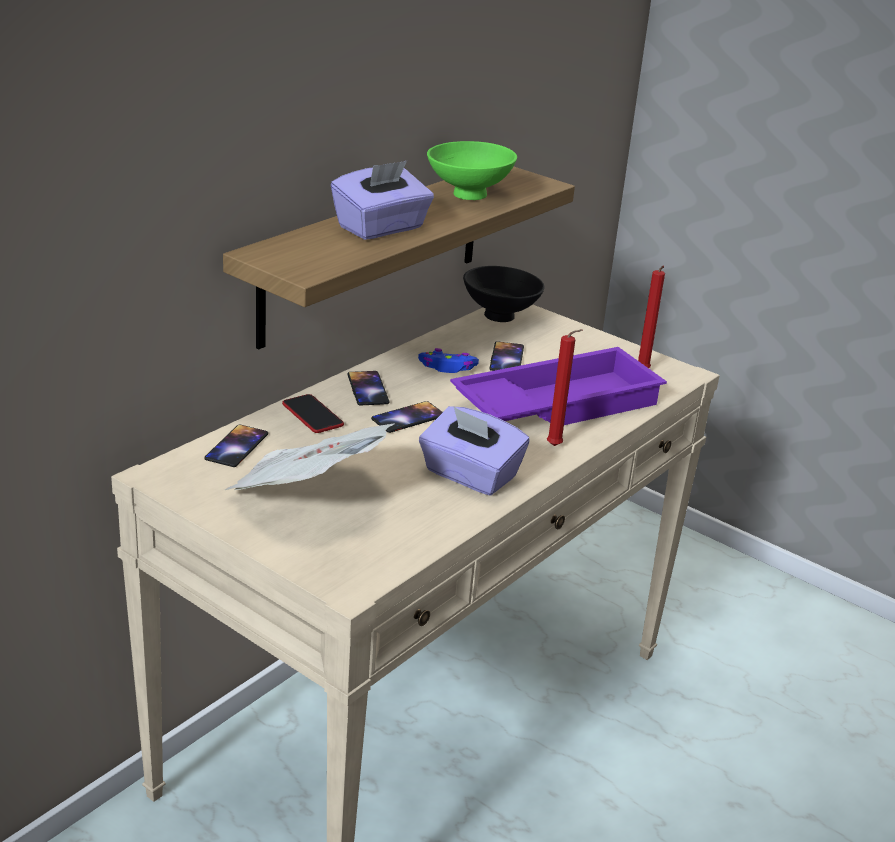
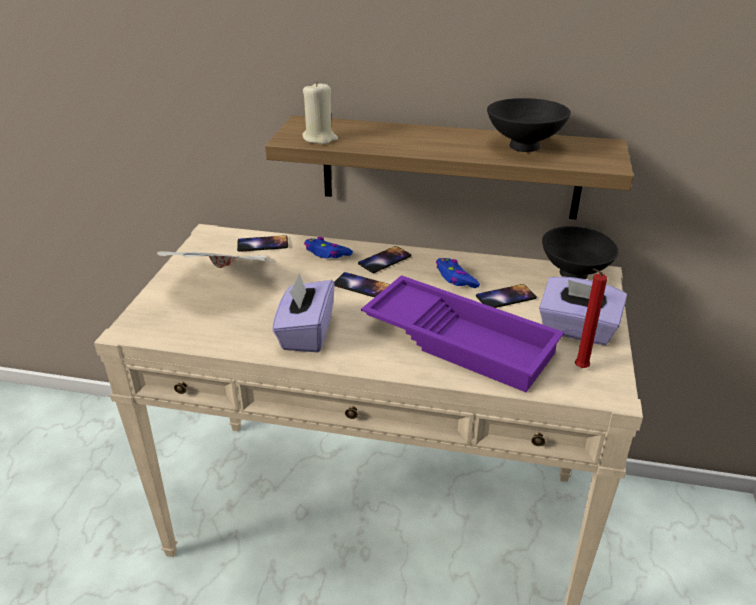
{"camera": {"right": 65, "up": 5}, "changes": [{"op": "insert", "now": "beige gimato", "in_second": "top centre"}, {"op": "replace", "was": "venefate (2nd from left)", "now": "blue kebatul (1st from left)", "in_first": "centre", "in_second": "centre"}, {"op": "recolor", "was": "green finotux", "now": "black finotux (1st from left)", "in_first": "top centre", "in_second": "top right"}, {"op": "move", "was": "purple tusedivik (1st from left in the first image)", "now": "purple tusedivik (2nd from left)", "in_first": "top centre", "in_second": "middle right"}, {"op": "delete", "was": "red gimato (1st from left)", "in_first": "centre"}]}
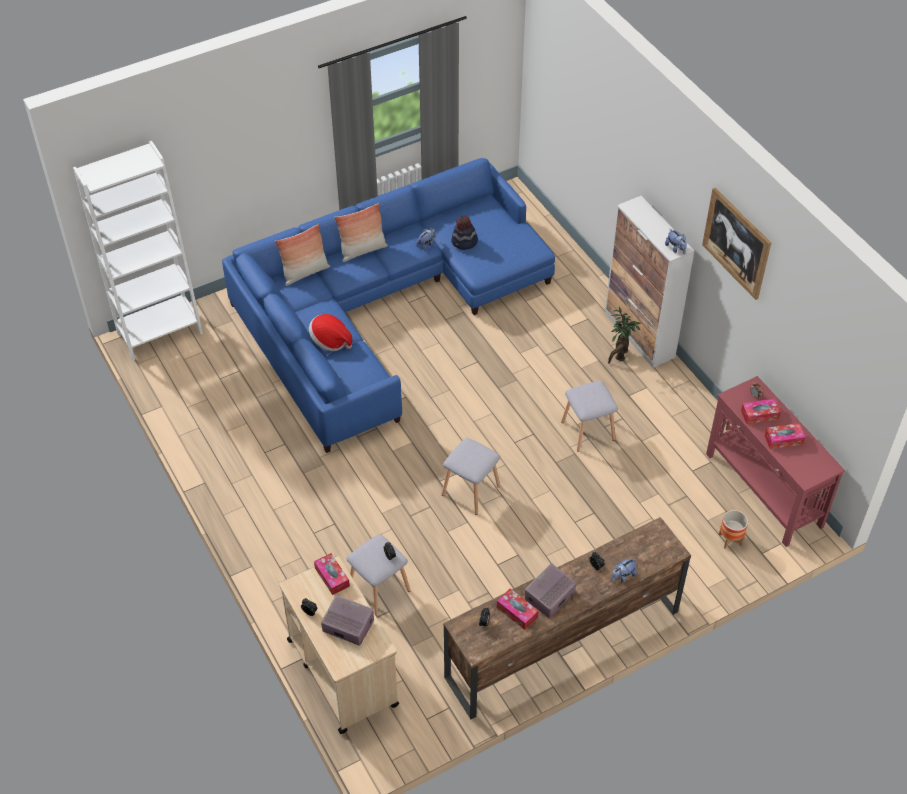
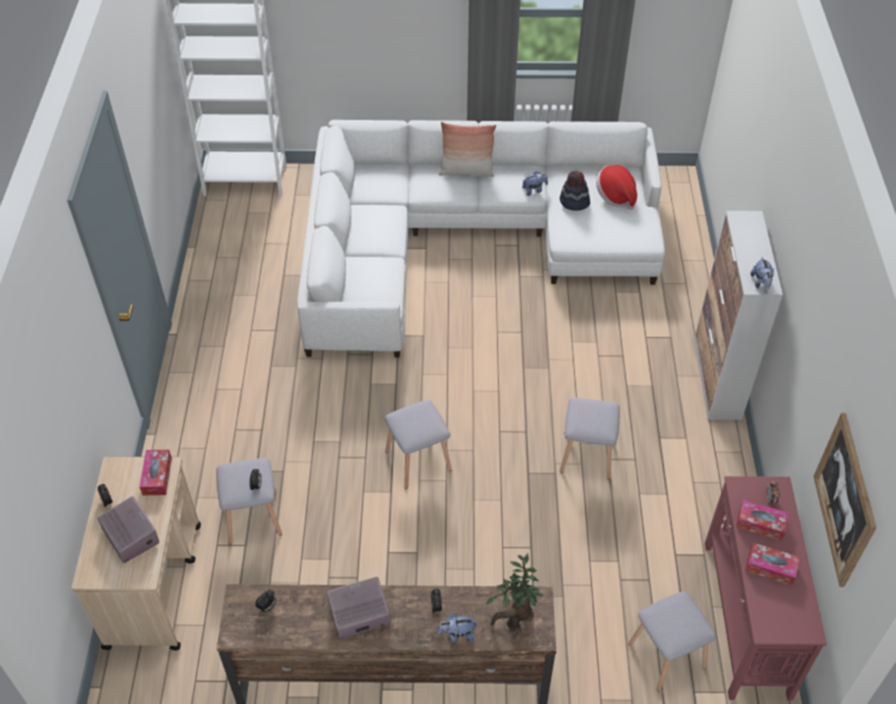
{"camera": {"right": 30, "up": 0}, "changes": [{"op": "recolor", "was": "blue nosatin", "now": "white nosatin", "in_first": "centre", "in_second": "centre"}, {"op": "move", "was": "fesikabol", "in_first": "middle right", "in_second": "bottom centre"}, {"op": "move", "was": "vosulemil (1st from left in the first image)", "now": "vosulemil (2nd from left)", "in_first": "centre", "in_second": "top right"}, {"op": "replace", "was": "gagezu", "now": "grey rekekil (4th from left)", "in_first": "middle right", "in_second": "bottom right"}, {"op": "move", "was": "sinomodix", "in_first": "top right", "in_second": "bottom right"}, {"op": "delete", "was": "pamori (1st from left)", "in_first": "top left"}, {"op": "delete", "was": "tusedivik (2nd from left)", "in_first": "bottom centre"}]}
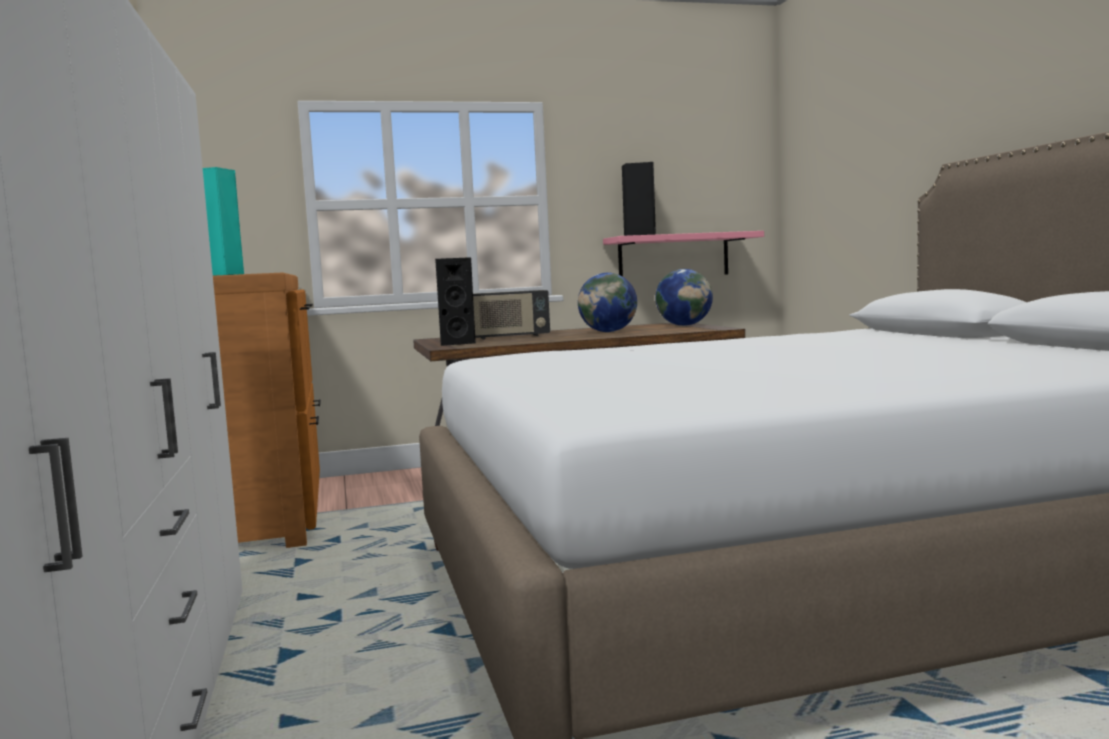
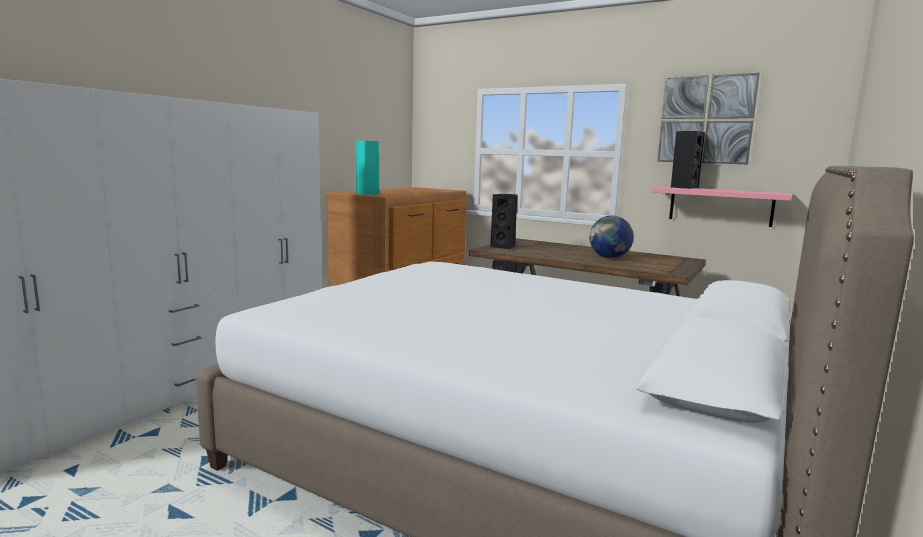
{"camera": {"right": 45, "up": 5}, "changes": [{"op": "insert", "now": "sinomodix", "in_second": "top right"}, {"op": "delete", "was": "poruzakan", "in_first": "centre"}, {"op": "delete", "was": "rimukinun (2nd from left)", "in_first": "centre"}]}
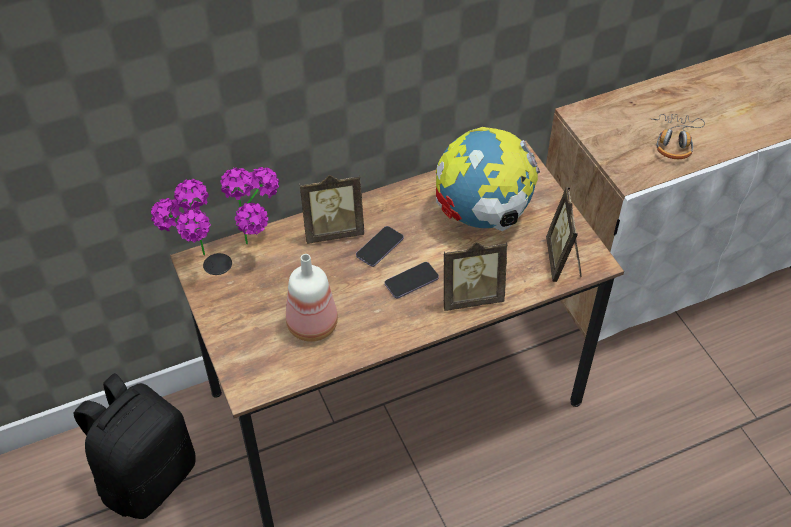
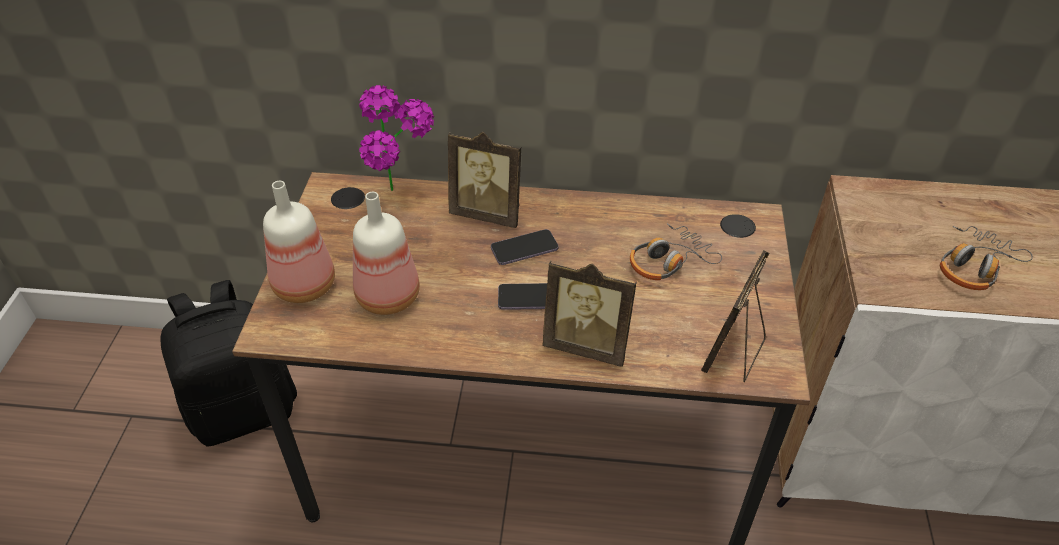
{"camera": {"right": 30, "up": -5}, "changes": [{"op": "insert", "now": "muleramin (1st from left)", "in_second": "middle left"}, {"op": "replace", "was": "rimukinun", "now": "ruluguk (1st from left)", "in_first": "centre", "in_second": "centre"}, {"op": "delete", "was": "fesikabol (1st from left)", "in_first": "middle left"}]}
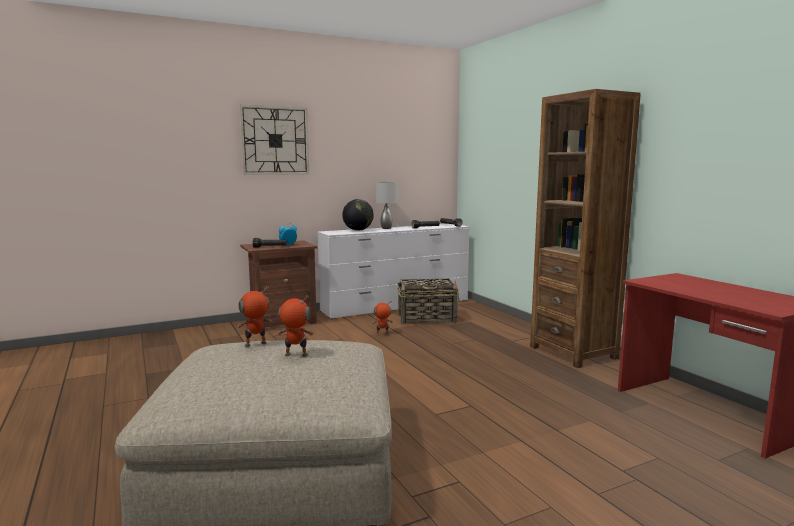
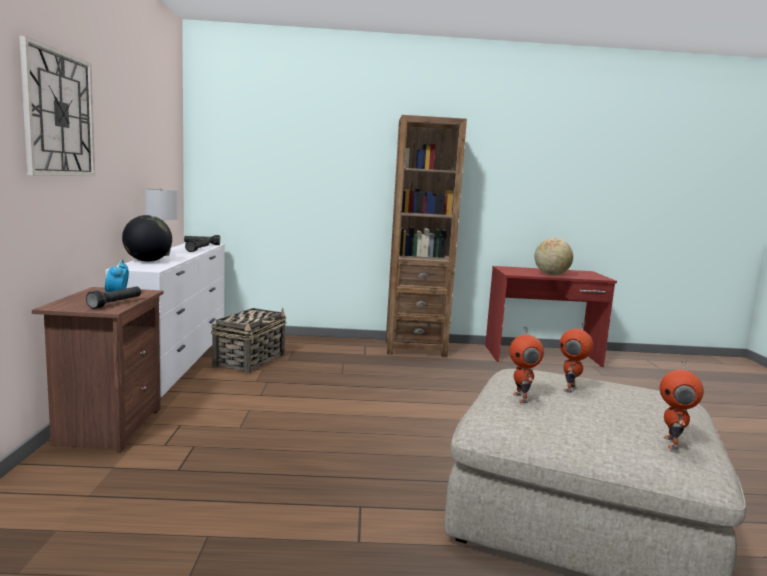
{"camera": {"right": -65, "up": 0}, "changes": [{"op": "insert", "now": "rimukinun (2nd from left)", "in_second": "middle right"}, {"op": "move", "was": "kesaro (3rd from left)", "in_first": "centre", "in_second": "bottom right"}]}
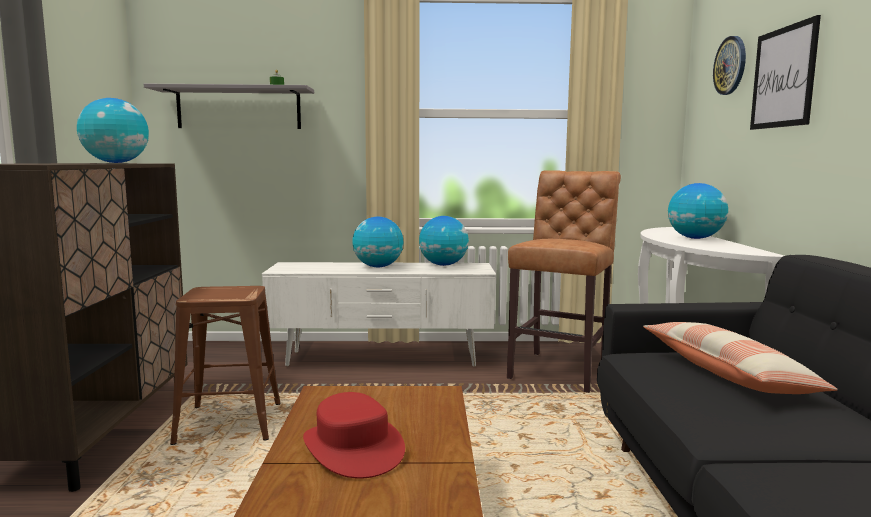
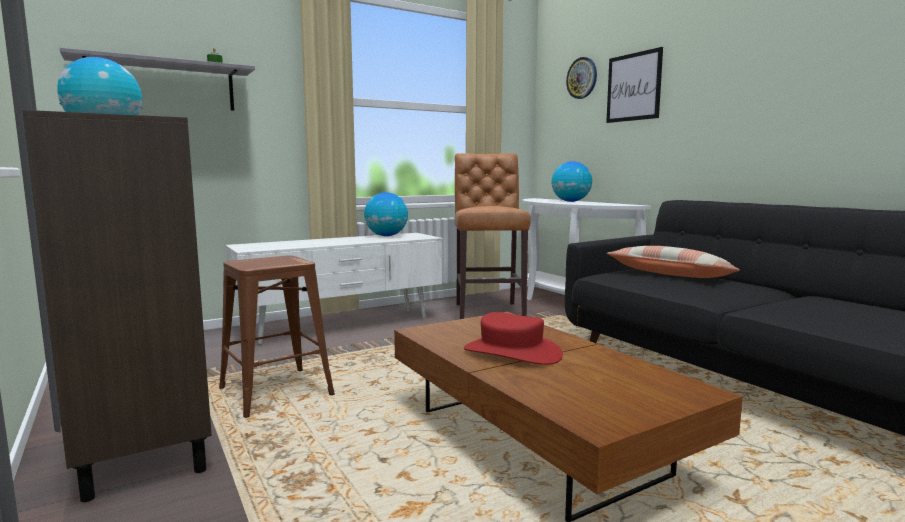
{"camera": {"right": -30, "up": 0}, "changes": [{"op": "delete", "was": "rimukinun (2nd from left)", "in_first": "centre"}]}
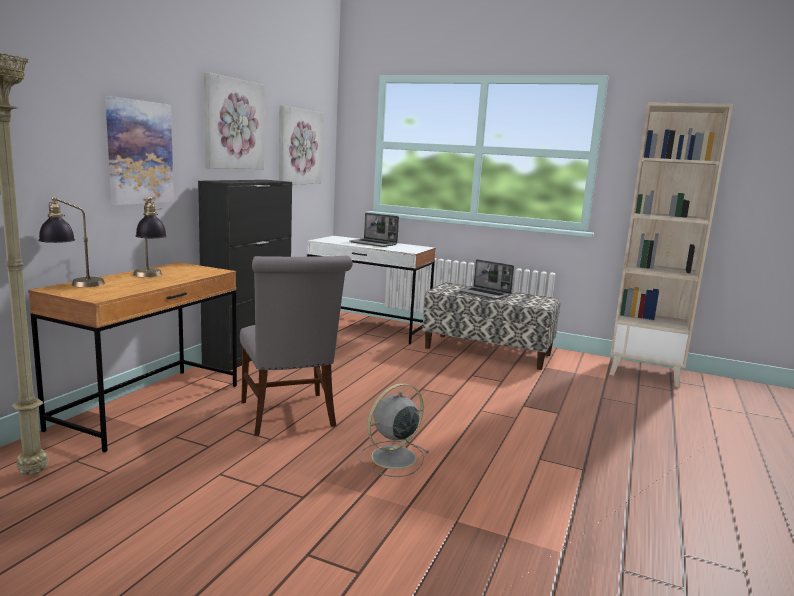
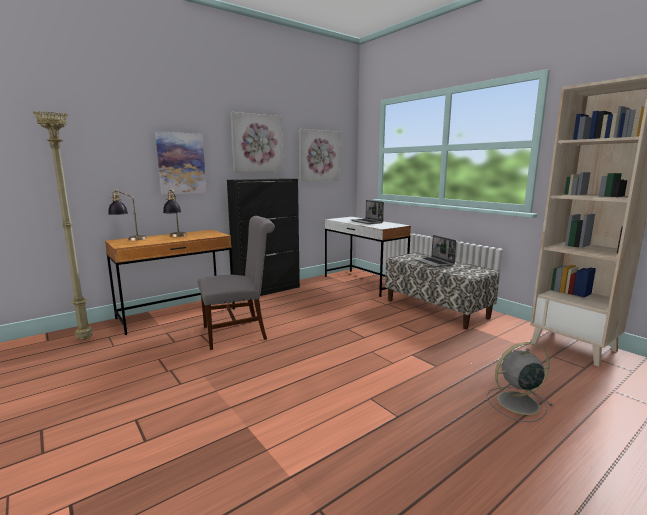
{"camera": {"right": 30, "up": 0}, "changes": [{"op": "rotate", "was": "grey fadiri", "in_first": "centre", "in_second": "centre", "clockwise": -120}, {"op": "move", "was": "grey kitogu", "in_first": "bottom centre", "in_second": "bottom right"}]}
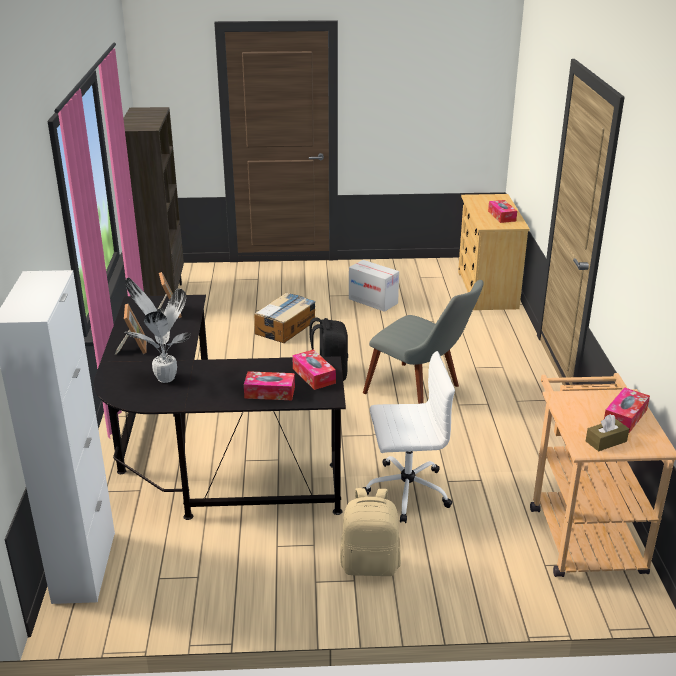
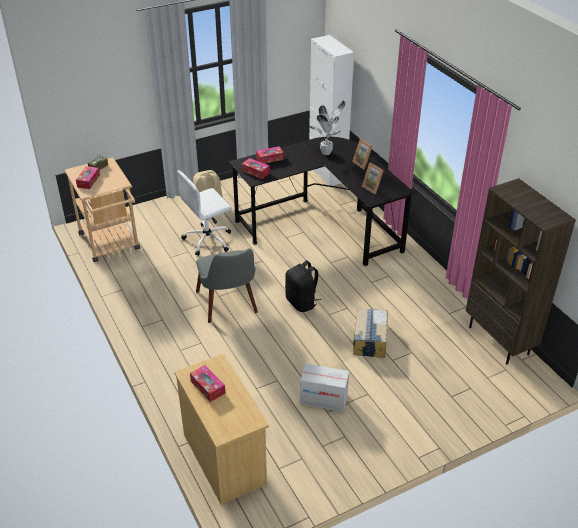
{"camera": {"right": 155, "up": 10}, "changes": [{"op": "rotate", "was": "grey fadiri", "in_first": "centre", "in_second": "centre", "clockwise": -120}]}
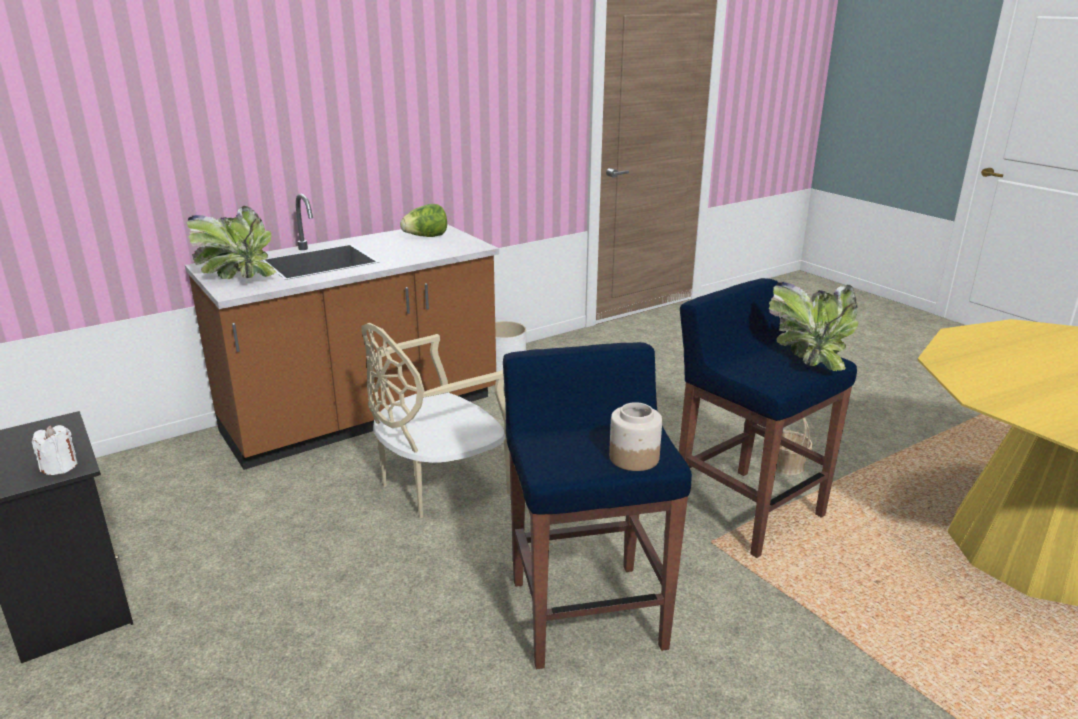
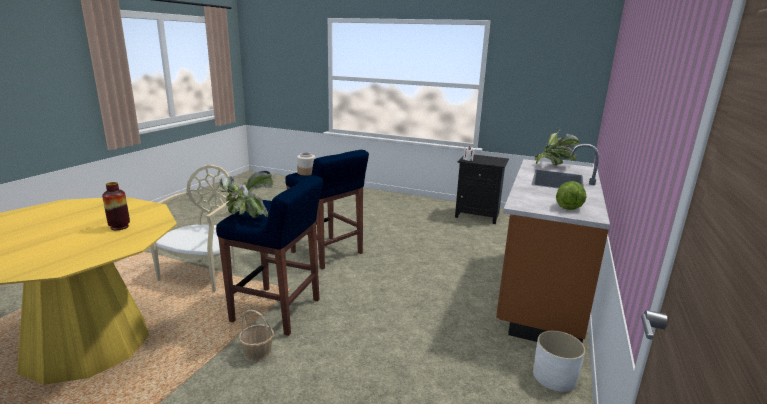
{"camera": {"right": 145, "up": -5}, "changes": [{"op": "insert", "now": "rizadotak", "in_second": "middle left"}, {"op": "move", "was": "beige fadiri", "in_first": "centre", "in_second": "middle left"}]}
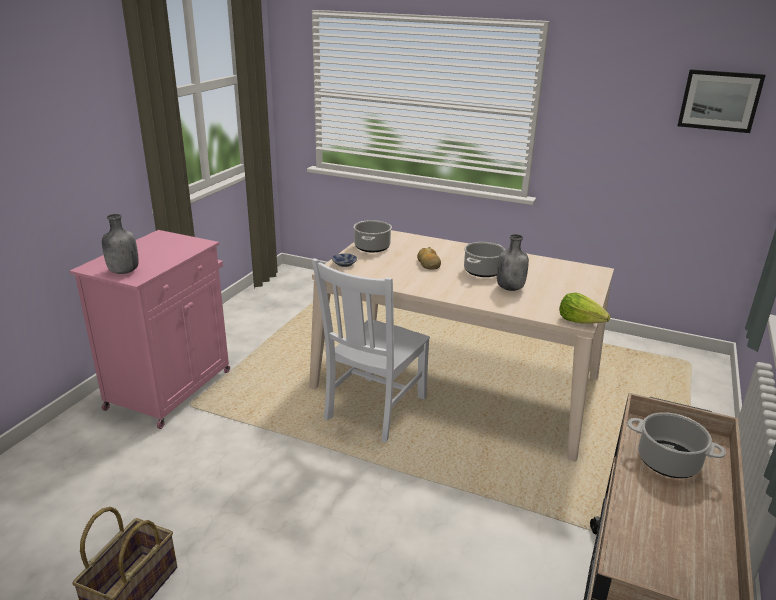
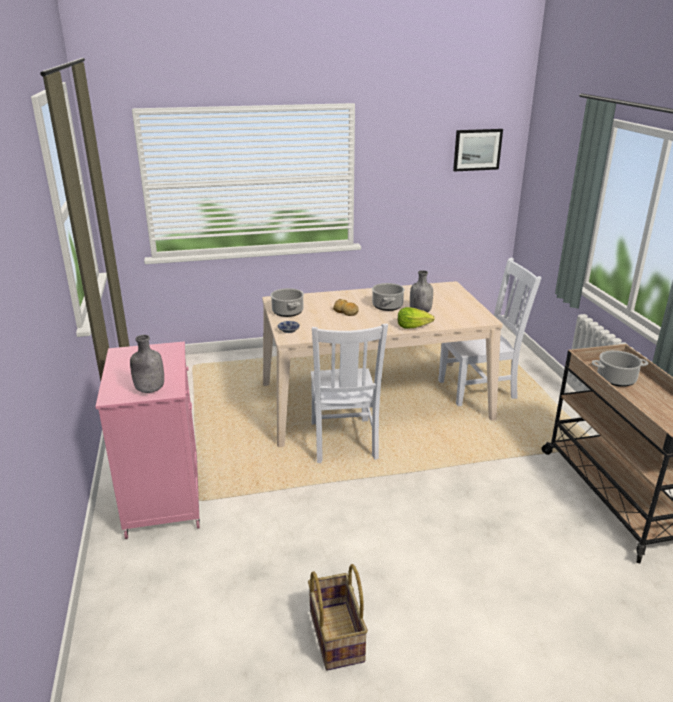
{"camera": {"right": -35, "up": 0}, "changes": [{"op": "move", "was": "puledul", "in_first": "middle right", "in_second": "centre"}, {"op": "insert", "now": "white fadiri (2nd from left)", "in_second": "middle right"}]}
